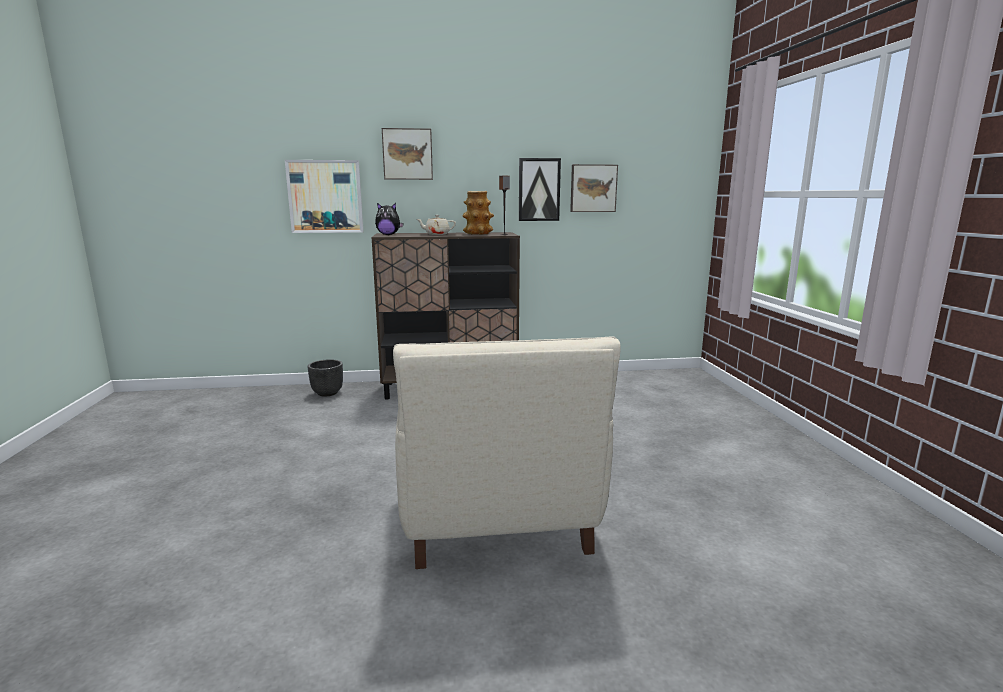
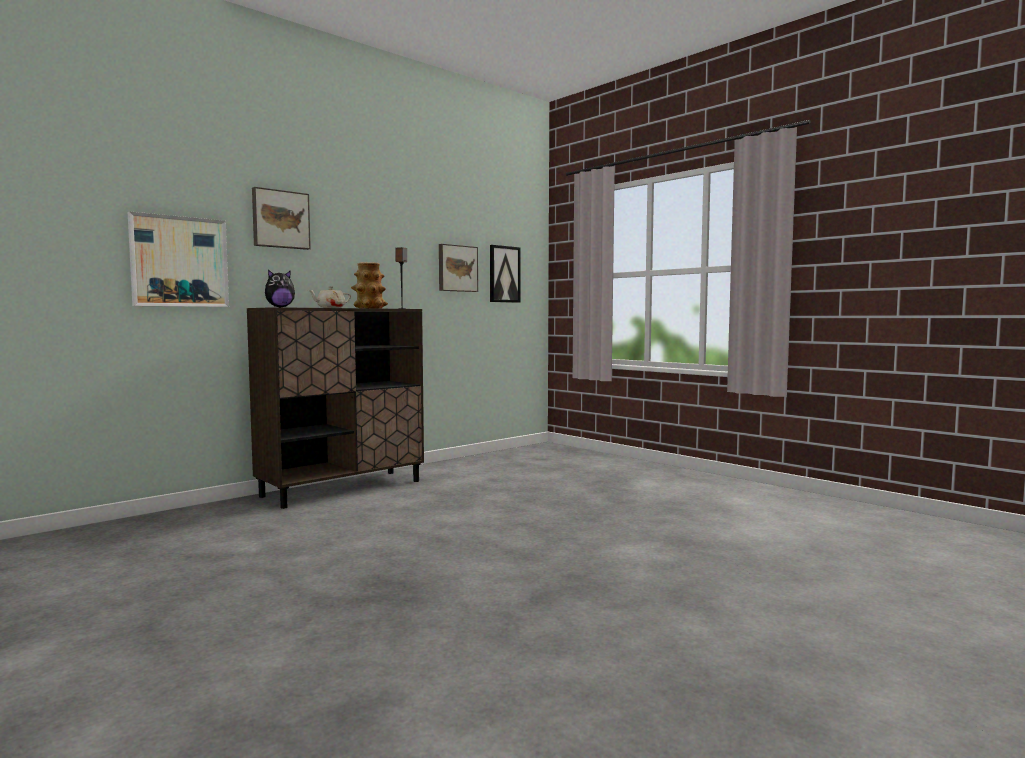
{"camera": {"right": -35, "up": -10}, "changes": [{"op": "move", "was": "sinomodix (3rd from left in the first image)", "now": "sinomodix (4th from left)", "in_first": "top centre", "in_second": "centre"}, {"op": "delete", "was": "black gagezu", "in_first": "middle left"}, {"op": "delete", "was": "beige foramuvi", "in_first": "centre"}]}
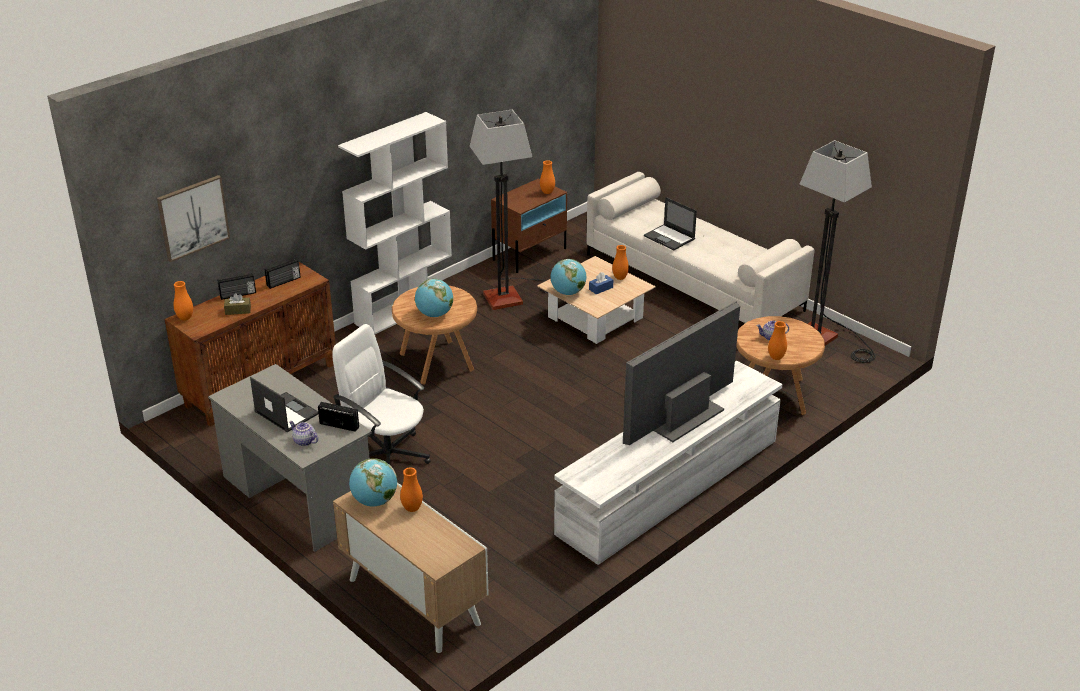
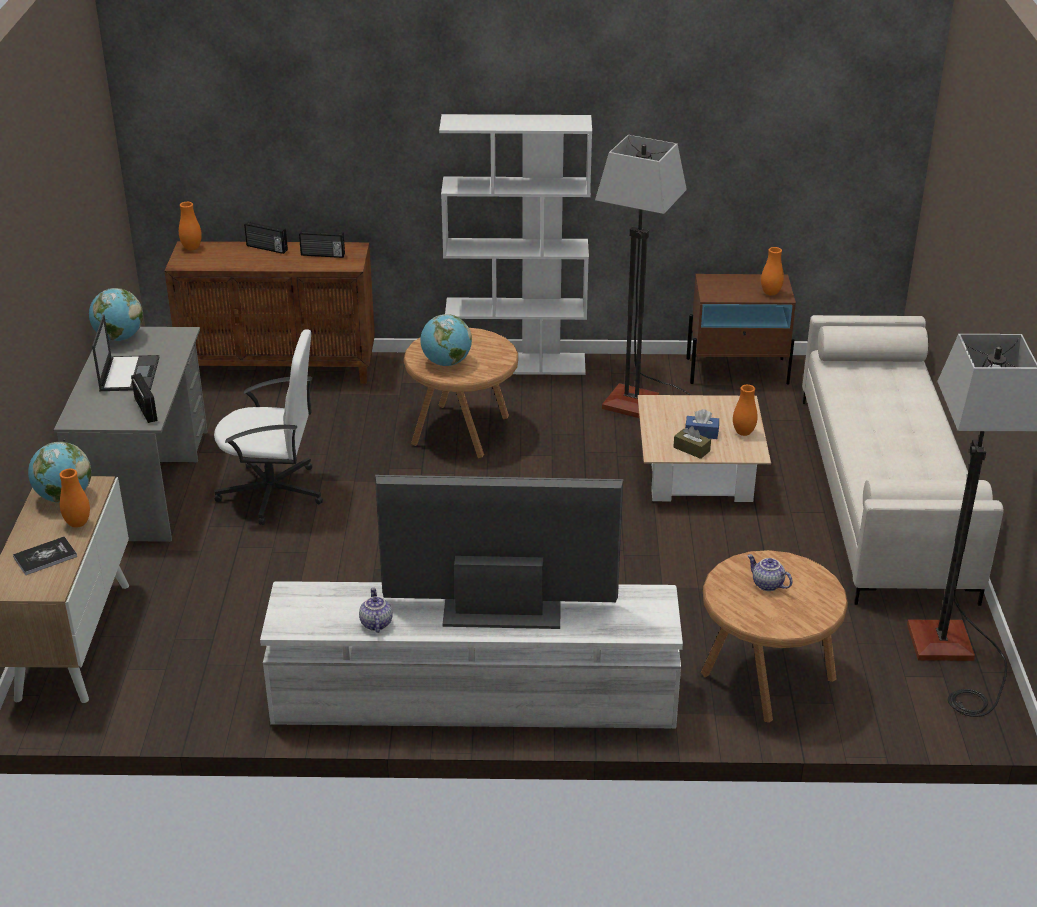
{"camera": {"right": 45, "up": 0}, "changes": [{"op": "insert", "now": "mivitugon", "in_second": "middle left"}, {"op": "move", "was": "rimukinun (3rd from left in the first image)", "now": "rimukinun (2nd from left)", "in_first": "centre", "in_second": "middle left"}, {"op": "rotate", "was": "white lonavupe", "in_first": "centre", "in_second": "middle left", "clockwise": 105}, {"op": "move", "was": "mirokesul (1st from left)", "in_first": "middle left", "in_second": "bottom centre"}, {"op": "move", "was": "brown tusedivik", "in_first": "middle left", "in_second": "middle right"}, {"op": "delete", "was": "sinomodix", "in_first": "top left"}, {"op": "delete", "was": "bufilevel (2nd from left)", "in_first": "top centre"}, {"op": "delete", "was": "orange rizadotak (5th from left)", "in_first": "middle right"}]}
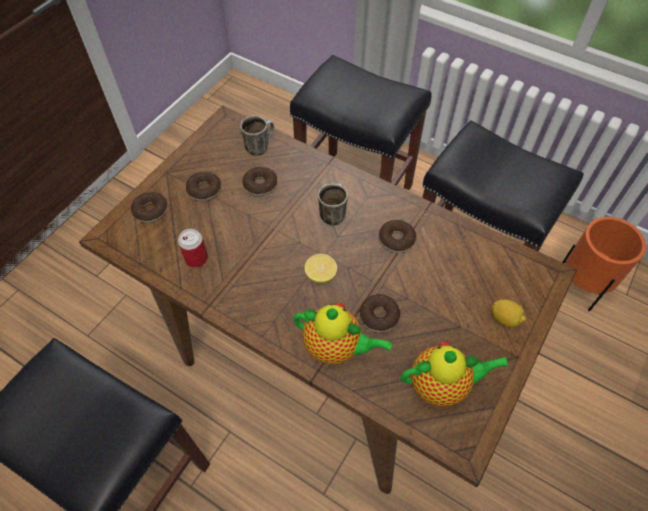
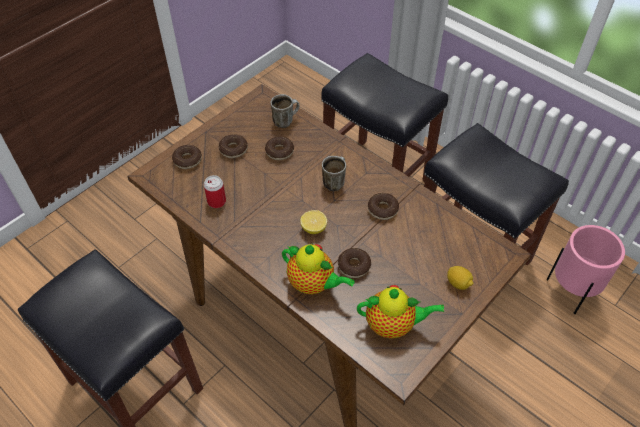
{"camera": {"right": 10, "up": -5}, "changes": [{"op": "recolor", "was": "orange gagezu", "now": "pink gagezu", "in_first": "middle right", "in_second": "middle right"}]}
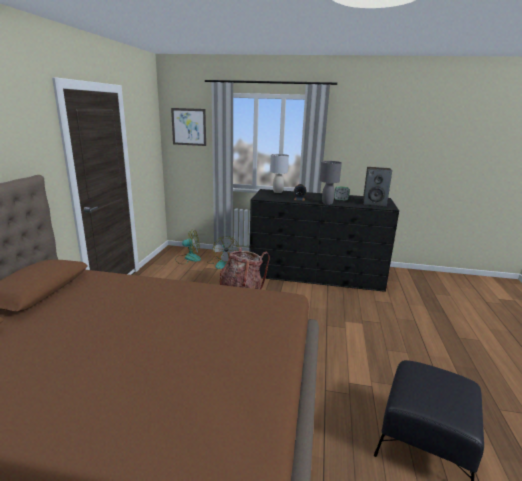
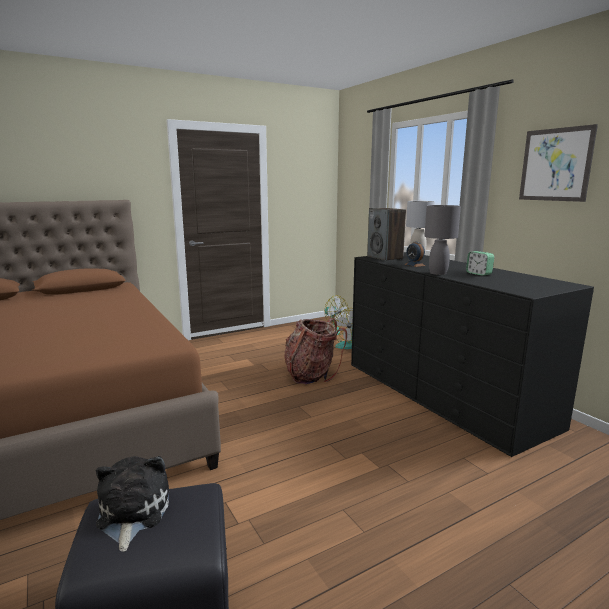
{"camera": {"right": 50, "up": -5}, "changes": [{"op": "insert", "now": "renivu", "in_second": "bottom left"}, {"op": "move", "was": "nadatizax", "in_first": "middle right", "in_second": "centre"}, {"op": "move", "was": "sinomodix", "in_first": "top centre", "in_second": "top right"}]}
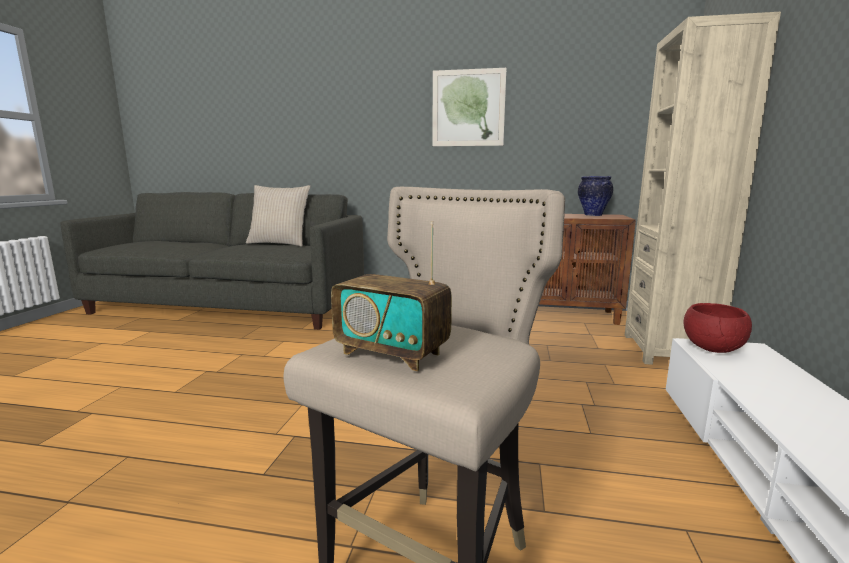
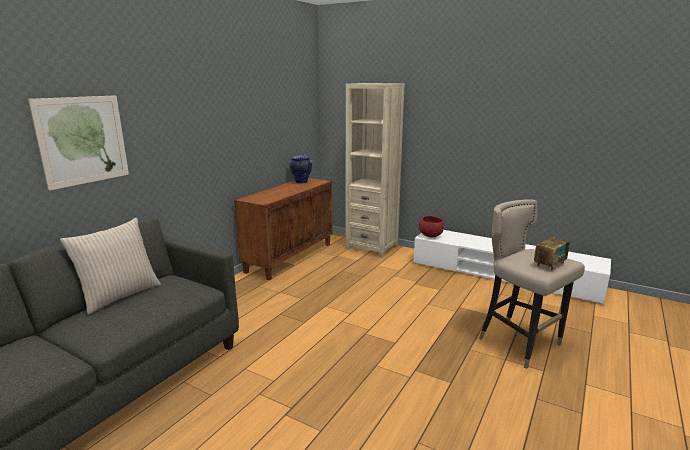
{"camera": {"right": -70, "up": 5}, "changes": [{"op": "move", "was": "sinomodix", "in_first": "top centre", "in_second": "top left"}]}
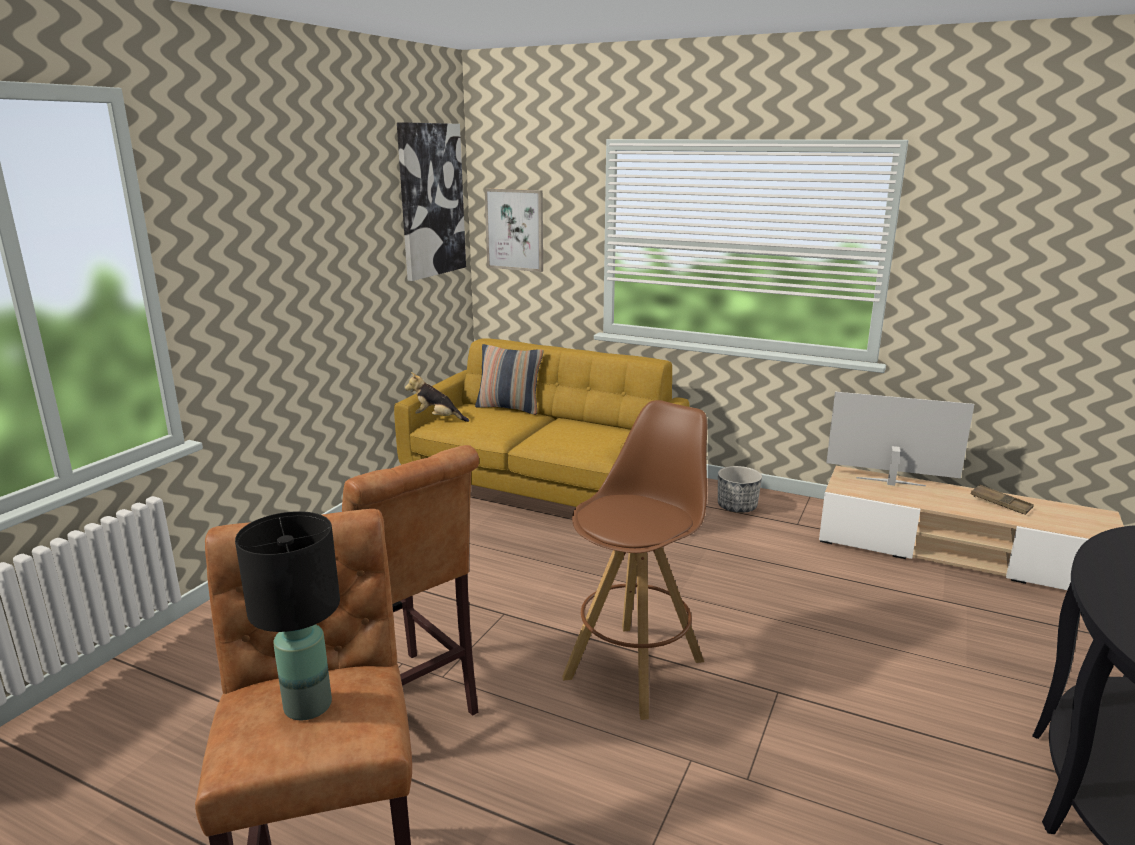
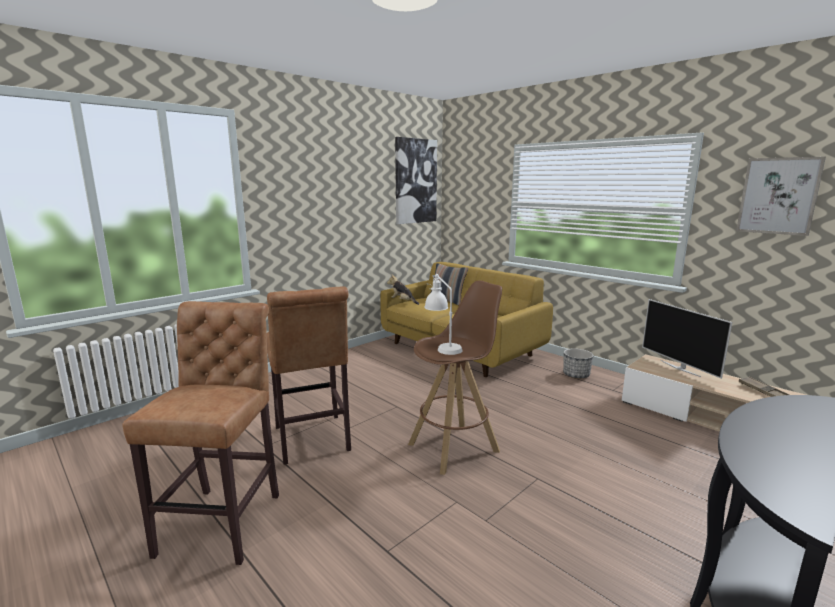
{"camera": {"right": 20, "up": -5}, "changes": [{"op": "insert", "now": "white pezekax", "in_second": "centre"}, {"op": "rotate", "was": "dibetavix", "in_first": "middle right", "in_second": "middle right", "clockwise": -150}, {"op": "move", "was": "sinomodix (2nd from left)", "in_first": "top centre", "in_second": "top right"}, {"op": "delete", "was": "black pezekax", "in_first": "bottom left"}]}
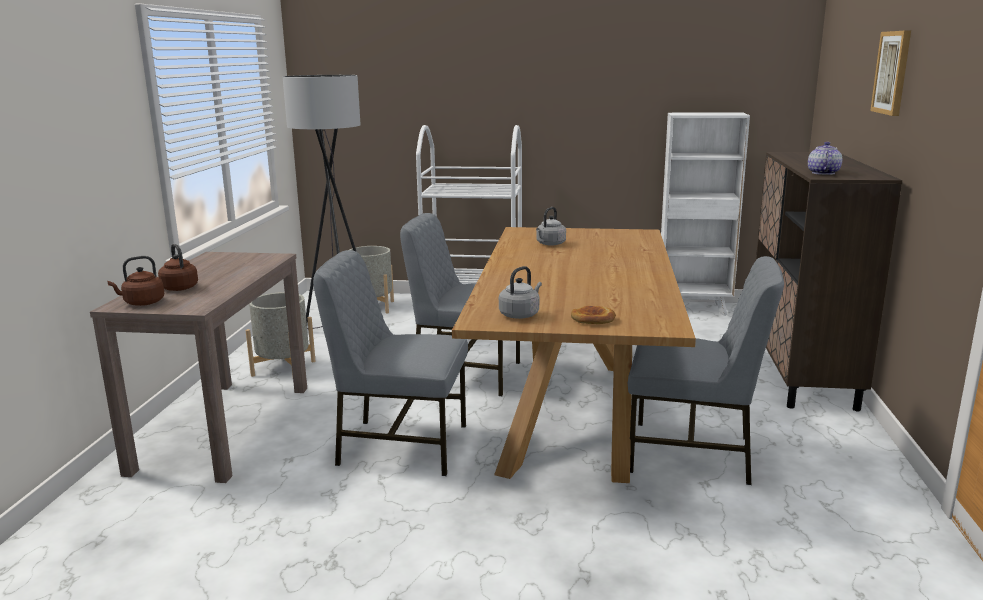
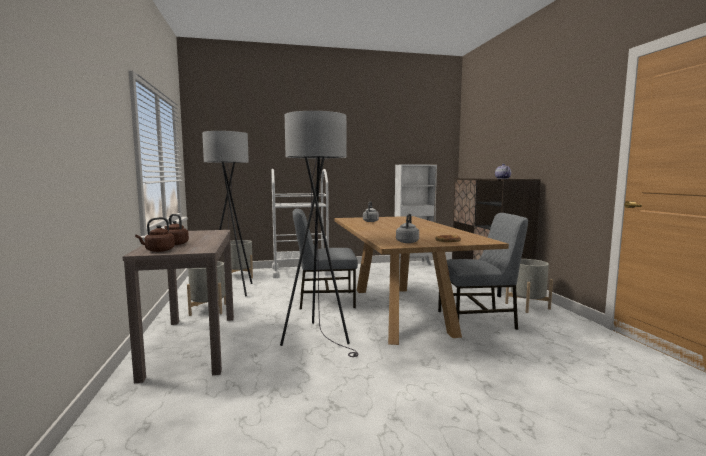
{"camera": {"right": -20, "up": -10}, "changes": [{"op": "replace", "was": "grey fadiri (1st from left)", "now": "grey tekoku (2nd from left)", "in_first": "centre", "in_second": "centre"}, {"op": "insert", "now": "grey gagezu (3rd from left)", "in_second": "middle right"}, {"op": "delete", "was": "sinomodix", "in_first": "top right"}]}
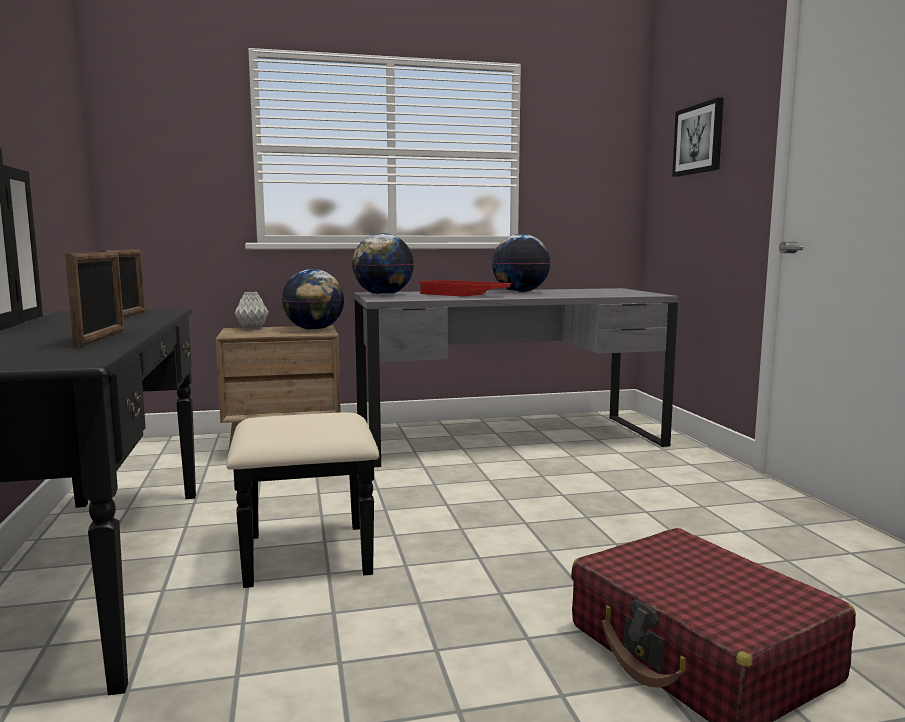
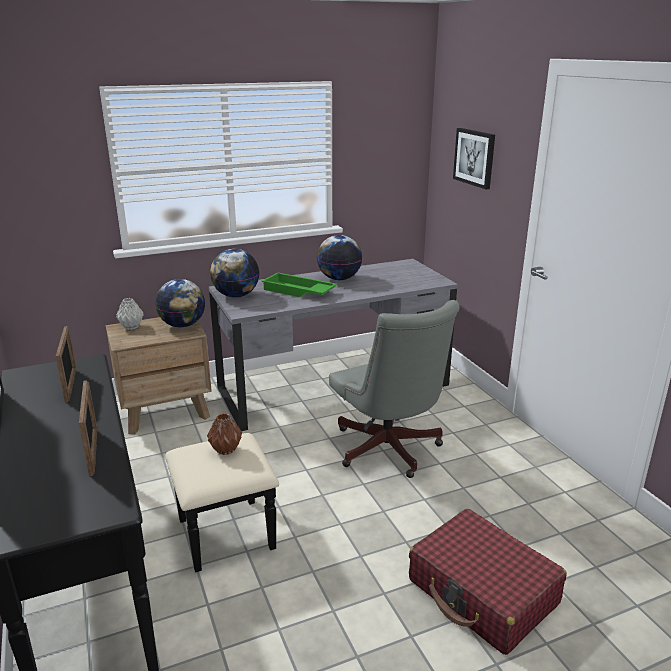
{"camera": {"right": -10, "up": 15}, "changes": [{"op": "insert", "now": "brown rizadotak", "in_second": "centre"}, {"op": "recolor", "was": "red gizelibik", "now": "green gizelibik", "in_first": "centre", "in_second": "centre"}, {"op": "insert", "now": "grey lonavupe", "in_second": "centre"}]}
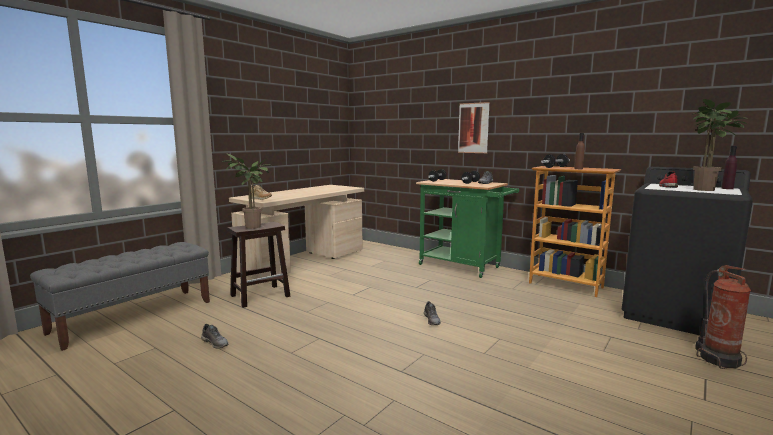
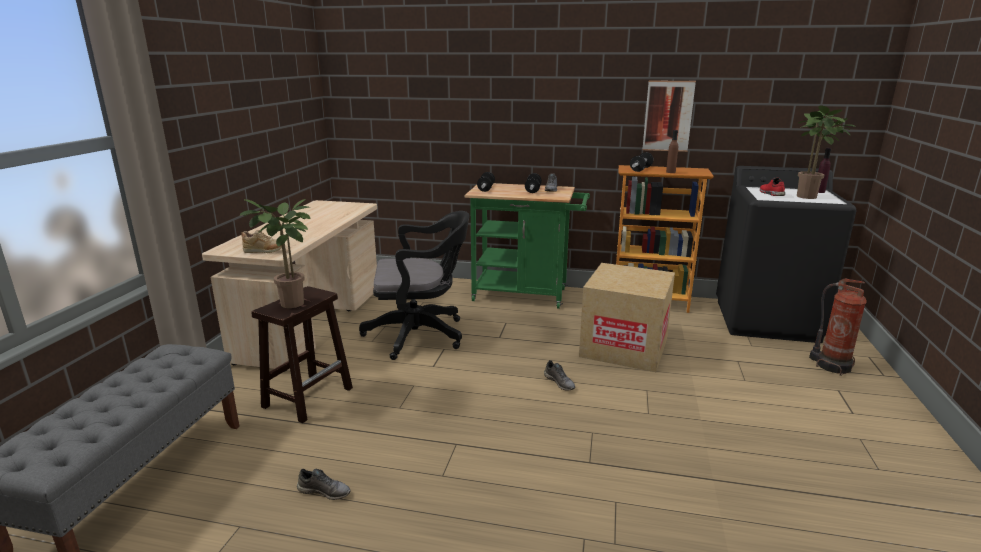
{"camera": {"right": -25, "up": 10}, "changes": [{"op": "insert", "now": "black lonavupe", "in_second": "centre"}, {"op": "insert", "now": "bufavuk", "in_second": "centre"}, {"op": "move", "was": "sinomodix", "in_first": "top centre", "in_second": "top right"}]}
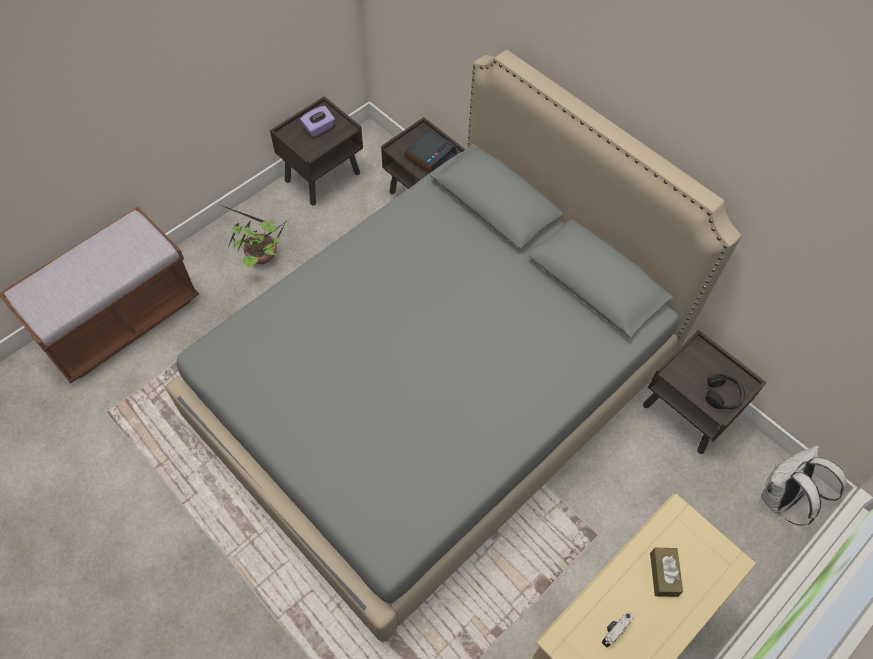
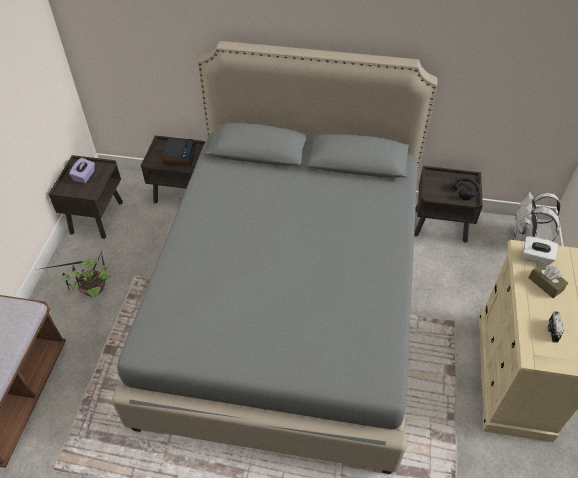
{"camera": {"right": -35, "up": -10}, "changes": [{"op": "insert", "now": "white tusedivik", "in_second": "middle right"}]}
